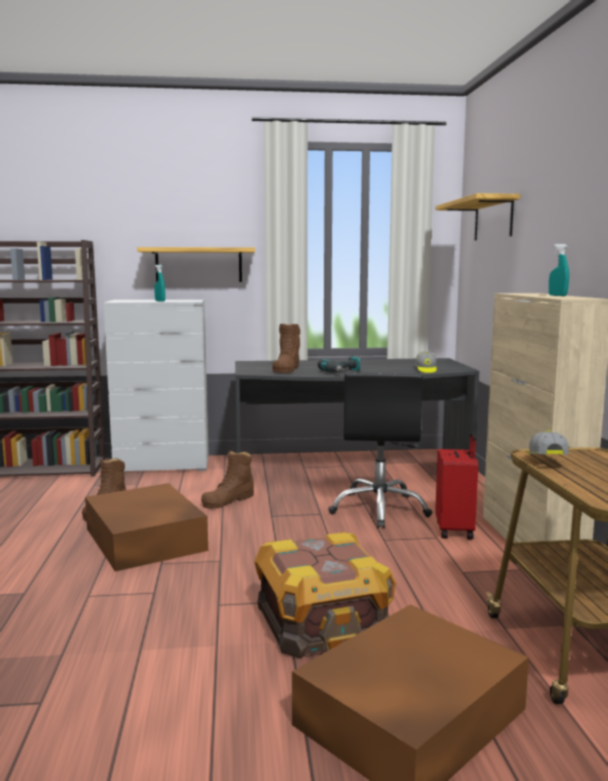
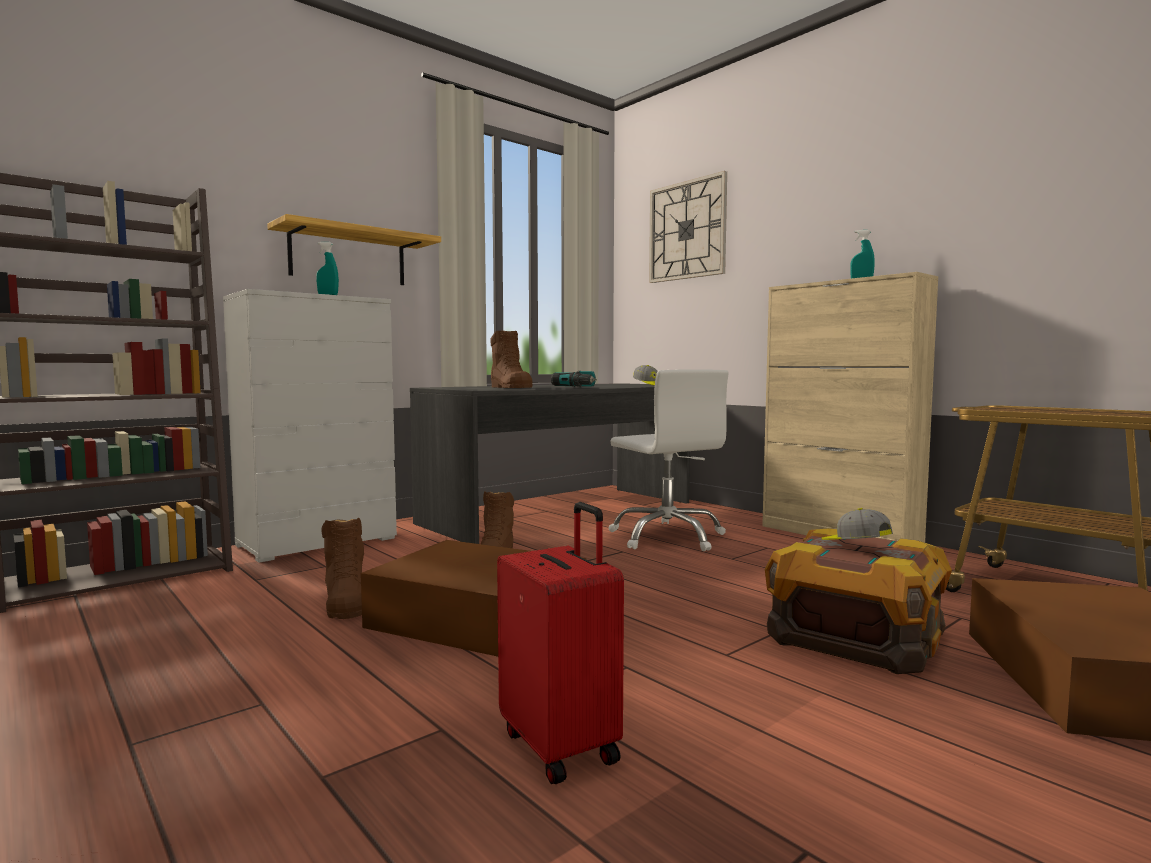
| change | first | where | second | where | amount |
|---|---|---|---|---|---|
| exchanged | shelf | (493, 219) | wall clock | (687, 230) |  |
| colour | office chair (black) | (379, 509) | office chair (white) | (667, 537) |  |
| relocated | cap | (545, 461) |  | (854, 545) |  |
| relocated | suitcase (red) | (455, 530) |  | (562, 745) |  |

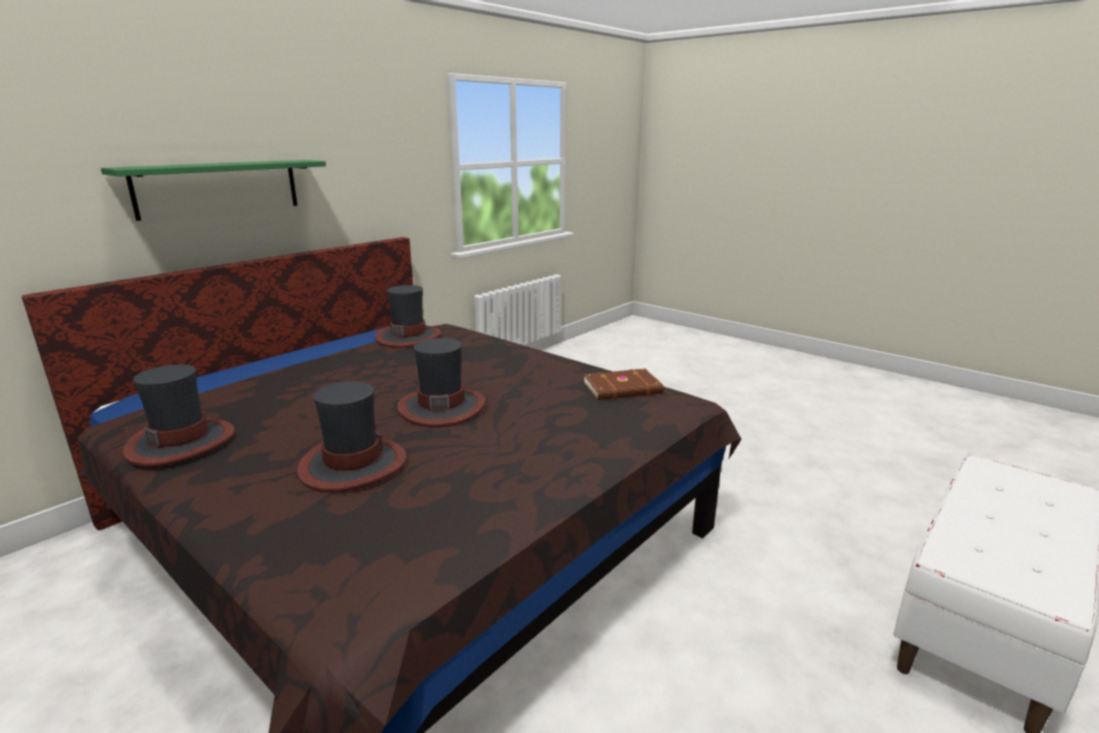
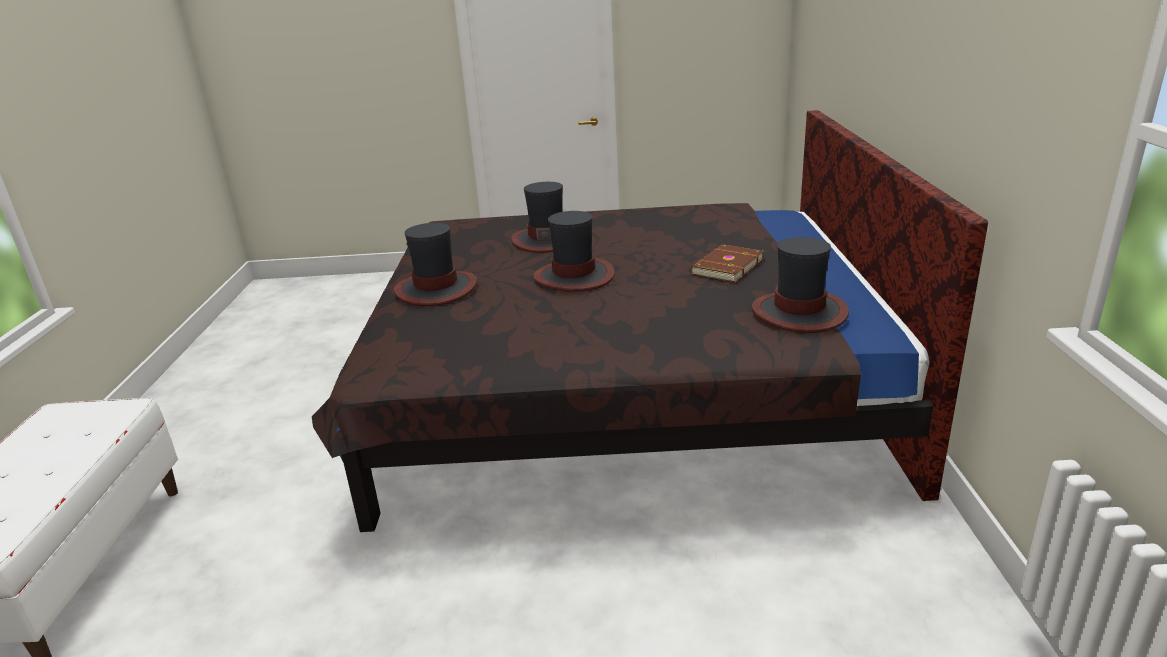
| change | first | where | second | where | amount |
|---|---|---|---|---|---|
| missing | shelf (green) | (219, 188) |  |  |  |
| relocated | hat | (182, 442) |  | (436, 289) |  |
| relocated | book (brown) | (623, 388) |  | (726, 266) |  |

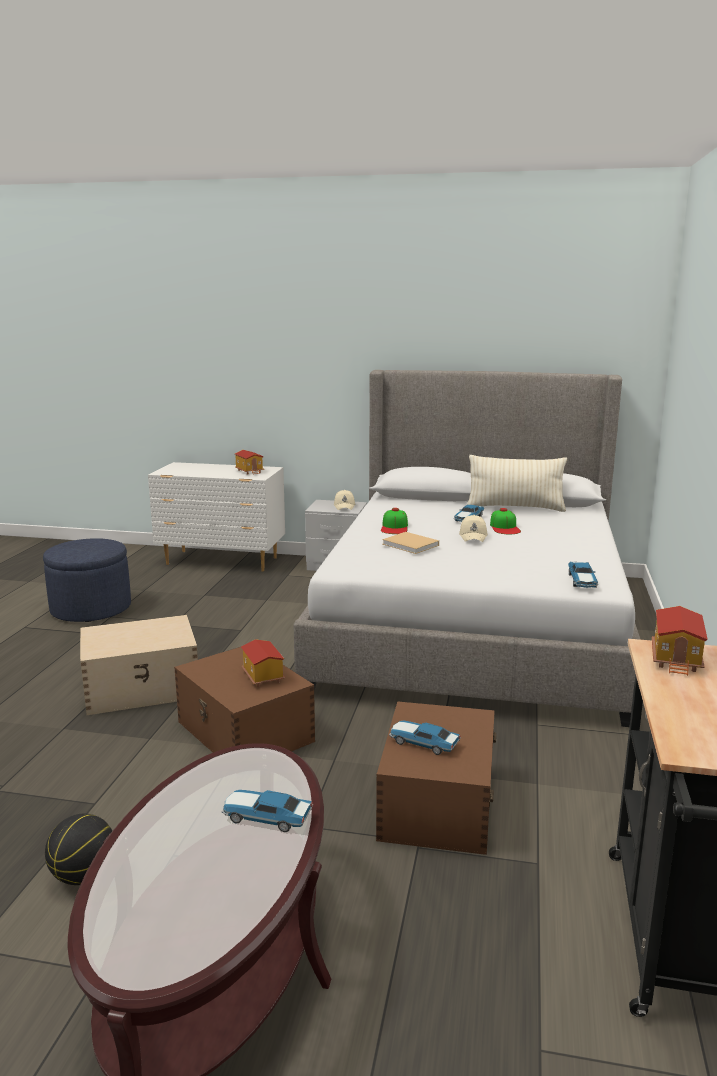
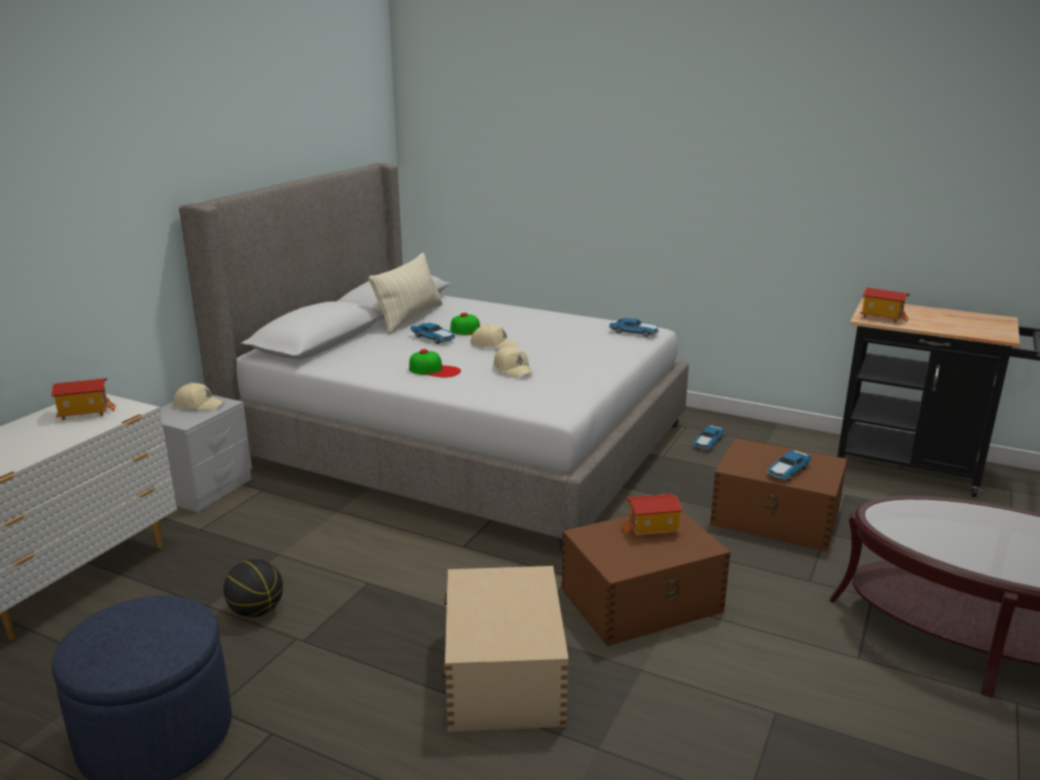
| change | first | where | second | where | amount |
|---|---|---|---|---|---|
| exchanged | book (beige) | (411, 545) | cap (beige) | (513, 369) |  |
| relocated | toy car | (265, 817) |  | (707, 443) |  |
| relocated | basketball | (84, 876) |  | (257, 611) |  |

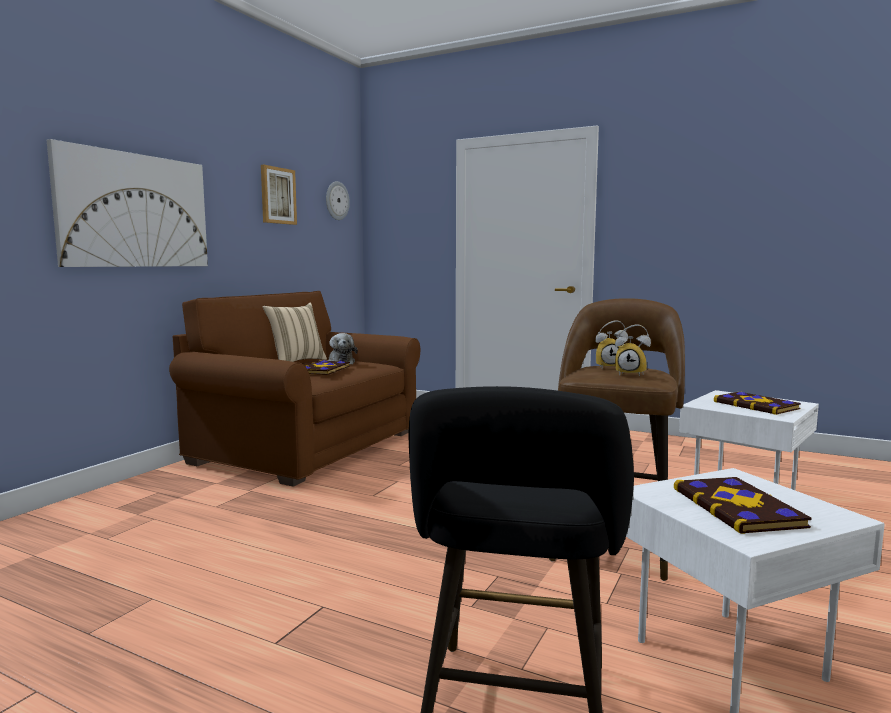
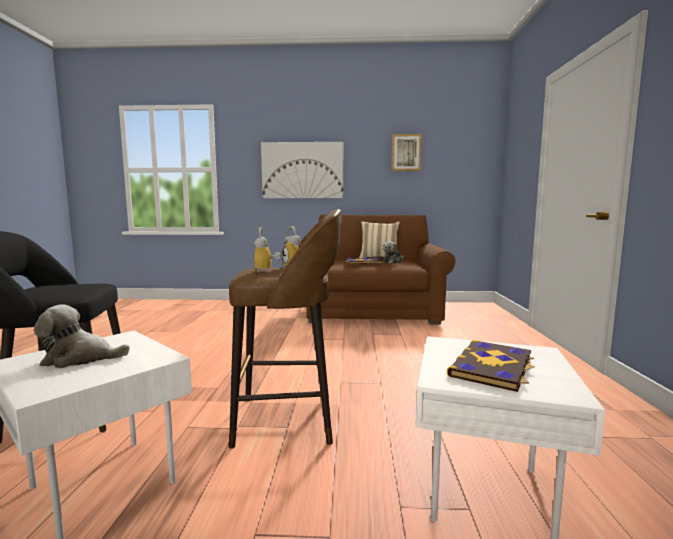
| change | first | where | second | where | amount |
|---|---|---|---|---|---|
| missing | wall clock | (336, 200) |  |  |  |
| exchanged | book | (739, 507) | plush toy | (80, 358) |  |

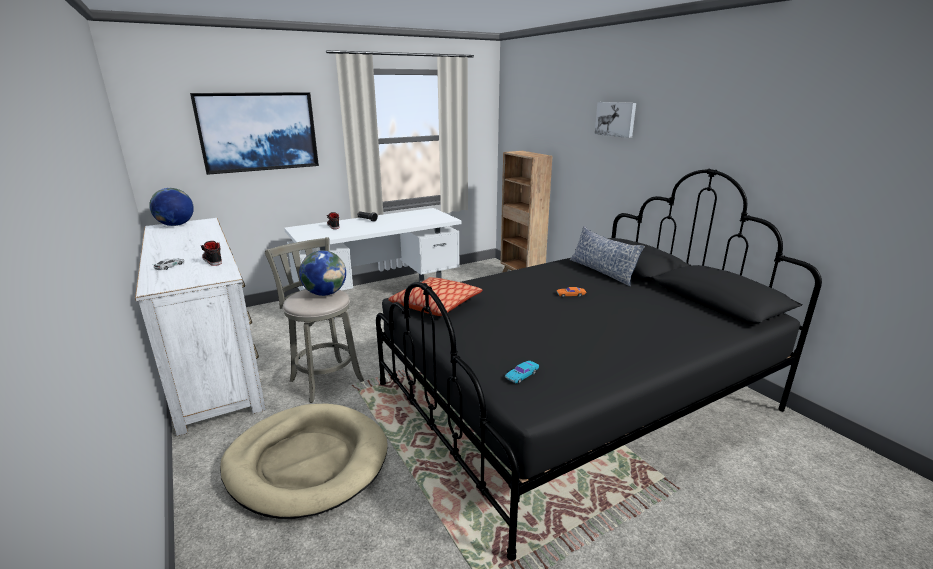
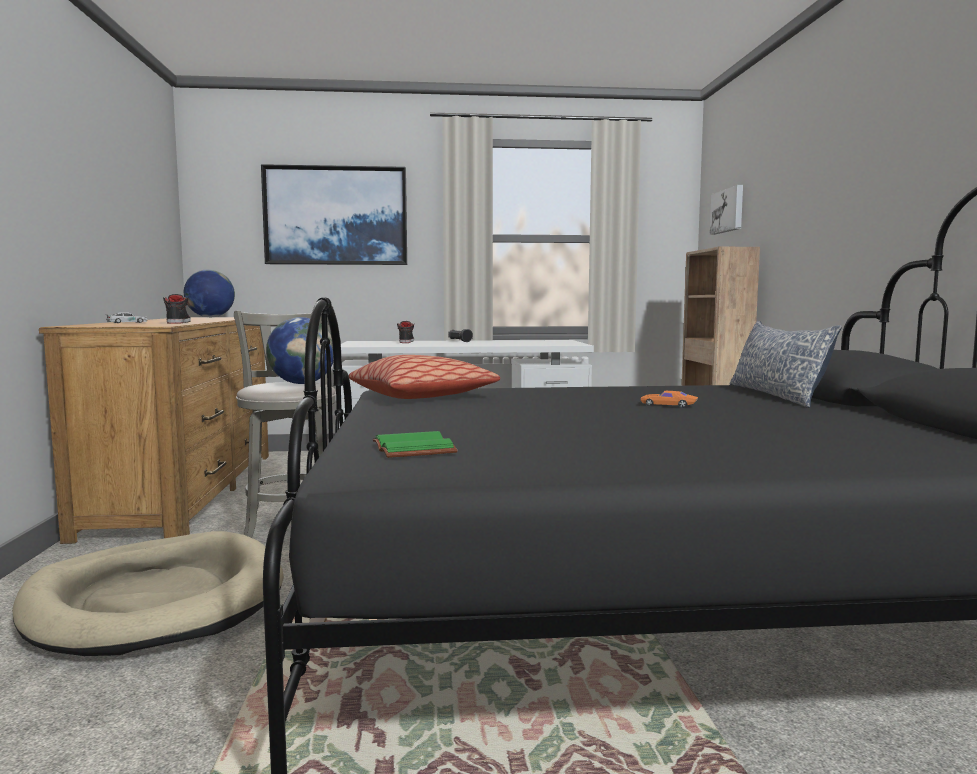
| change | first | where | second | where | amount |
|---|---|---|---|---|---|
| relocated | picture | (616, 119) |  | (728, 210) |  |
| colour | dresser (white) | (212, 363) | dresser (brown) | (187, 490) |  |
| exchanged | toy car (turquoise) | (522, 375) | book (green) | (416, 449) |  |

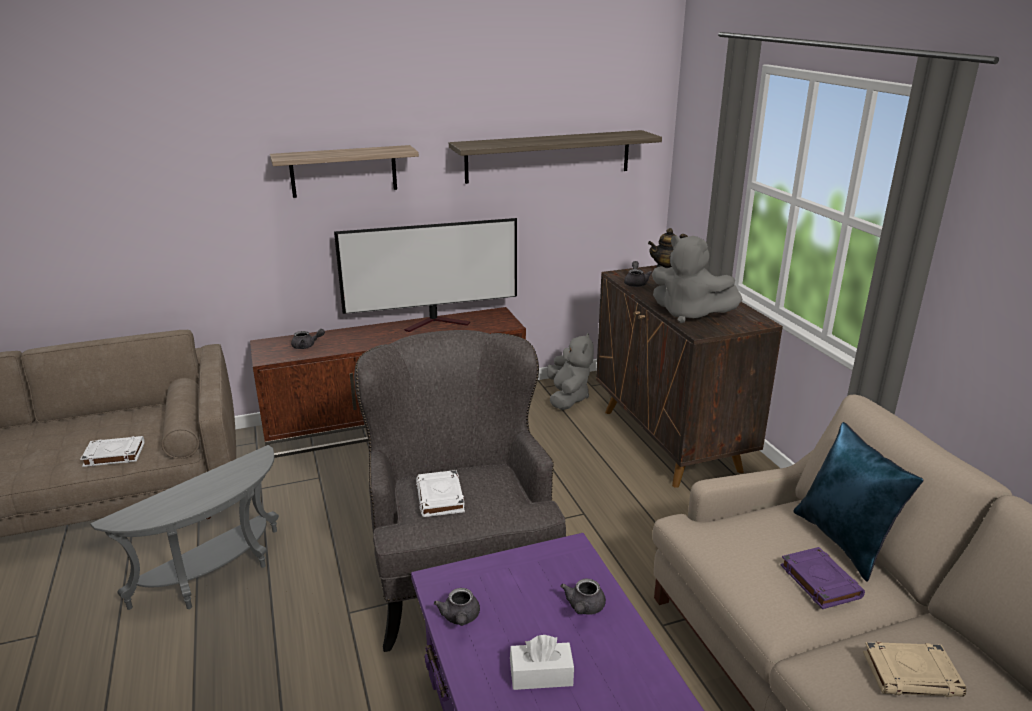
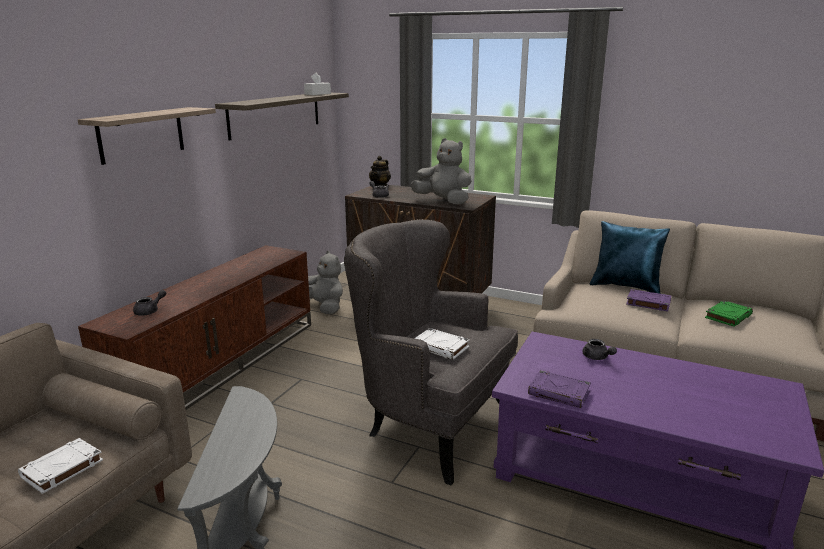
| change | first | where | second | where | amount |
|---|---|---|---|---|---|
| missing | television | (437, 323) |  |  |  |
| spun | plush toy (grey) | (689, 314) |  | (443, 201) | 135 degrees counterclockwise |
| exchanged | teapot (grey) | (460, 618) | book (purple) | (560, 393) |  |
| relocated | tissue box (white) | (541, 675) |  | (317, 94) |  |
| colour | book (beige) | (912, 674) | book (green) | (728, 316) |  |

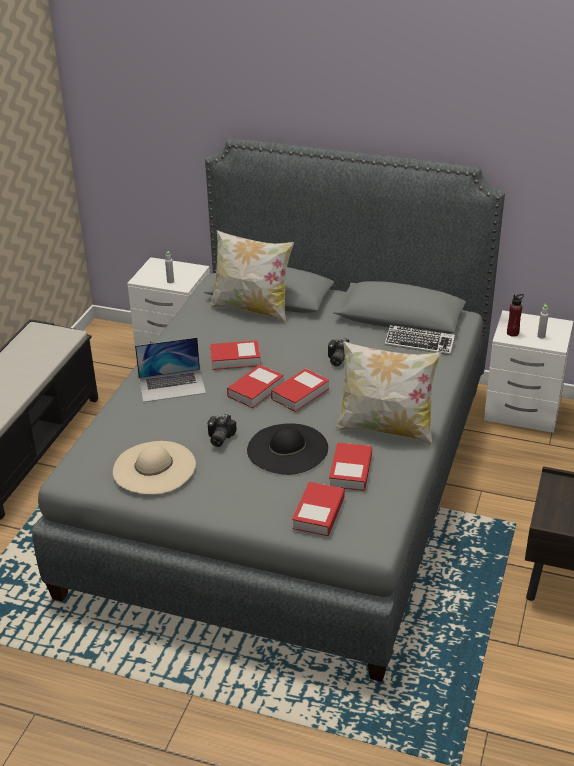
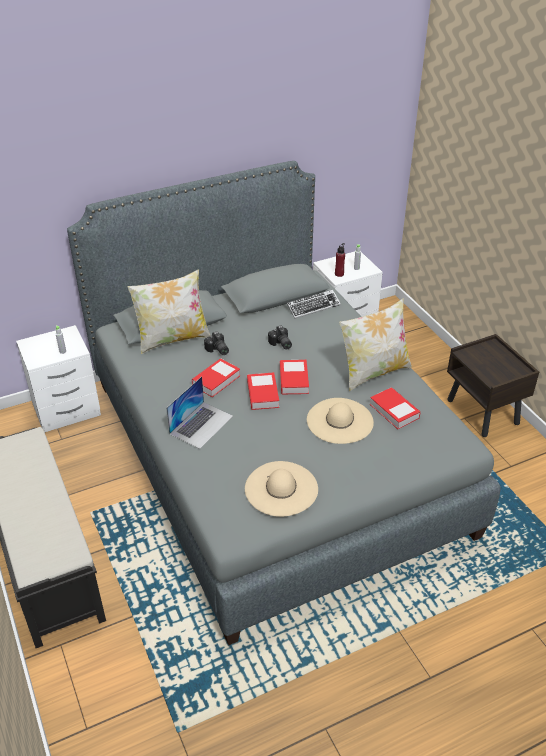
| change | first | where | second | where | amount |
|---|---|---|---|---|---|
| relocated | photo camera | (218, 438) |  | (217, 350) |  |
| colour | hat (black) | (287, 449) | hat (beige) | (340, 421) |  |
| missing | book | (318, 513) |  |  |  |

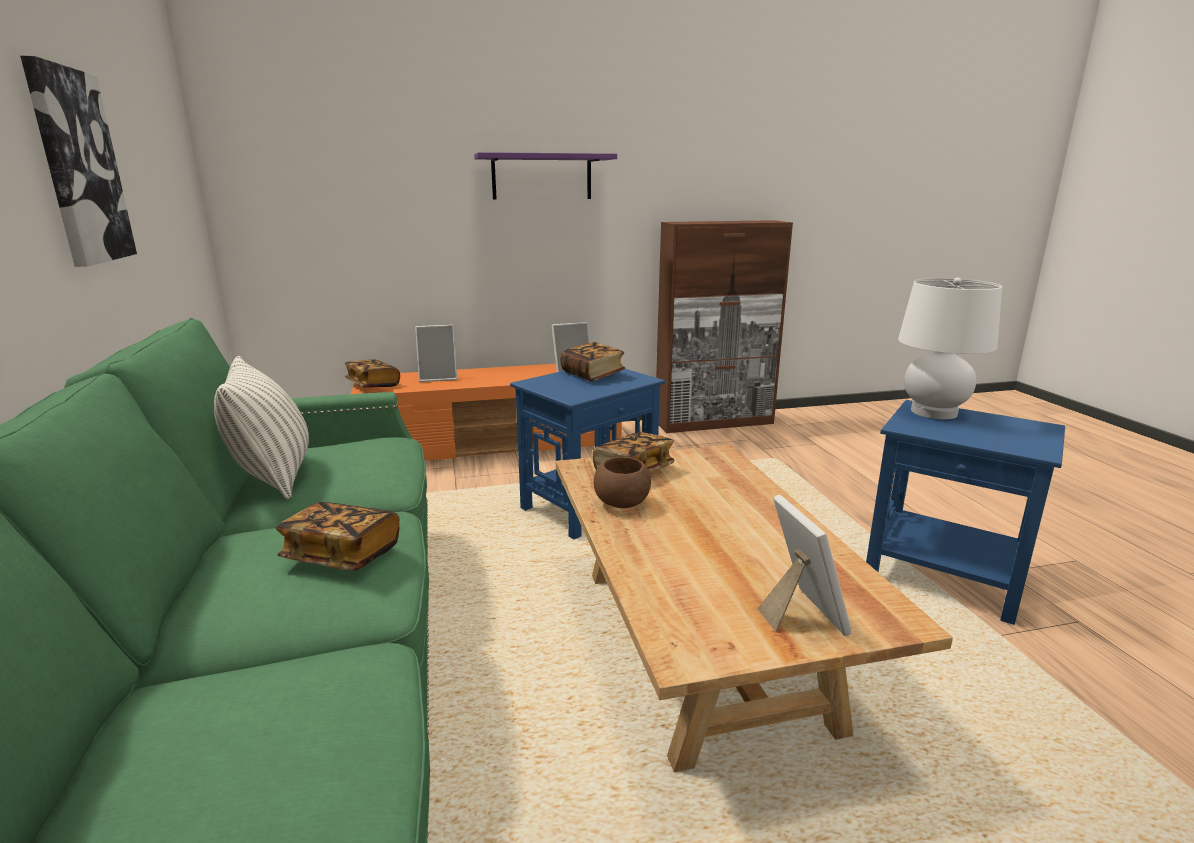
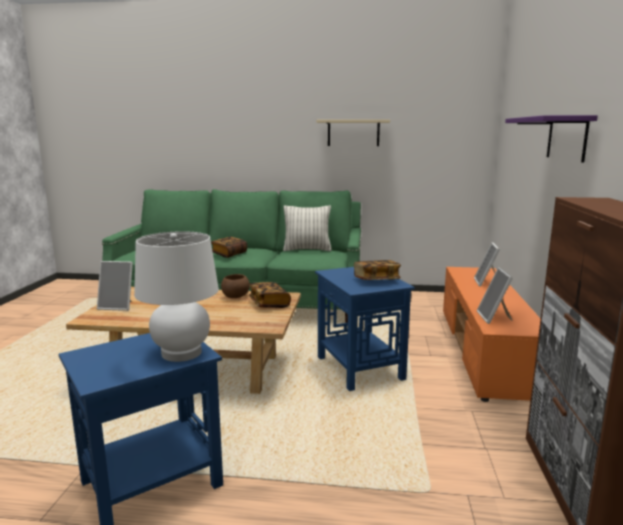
| change | first | where | second | where | amount |
|---|---|---|---|---|---|
| exchanged | picture | (79, 167) | shelf (beige) | (353, 133) |  |
| missing | book | (373, 384) |  |  |  |

